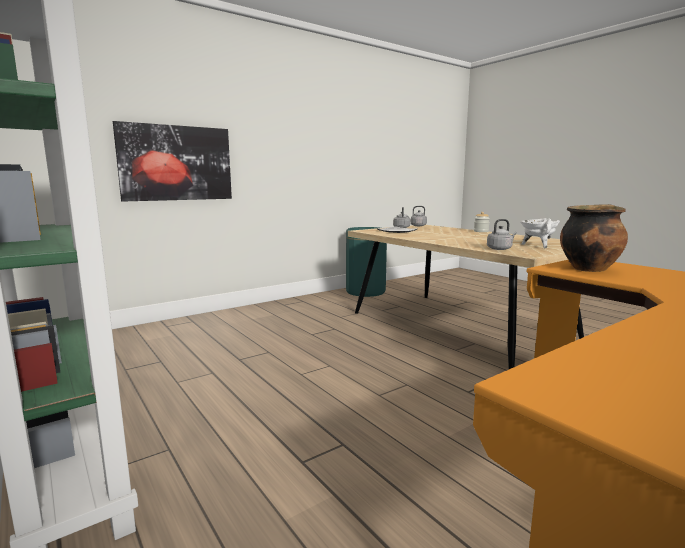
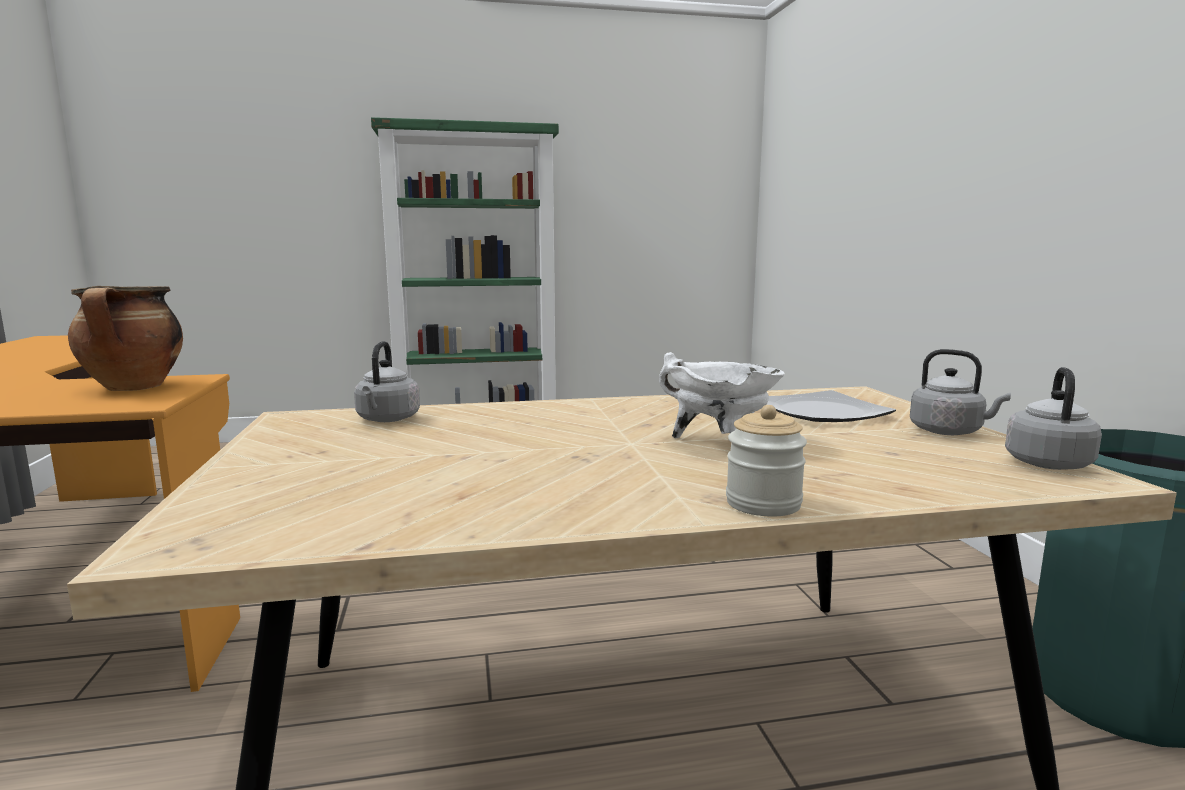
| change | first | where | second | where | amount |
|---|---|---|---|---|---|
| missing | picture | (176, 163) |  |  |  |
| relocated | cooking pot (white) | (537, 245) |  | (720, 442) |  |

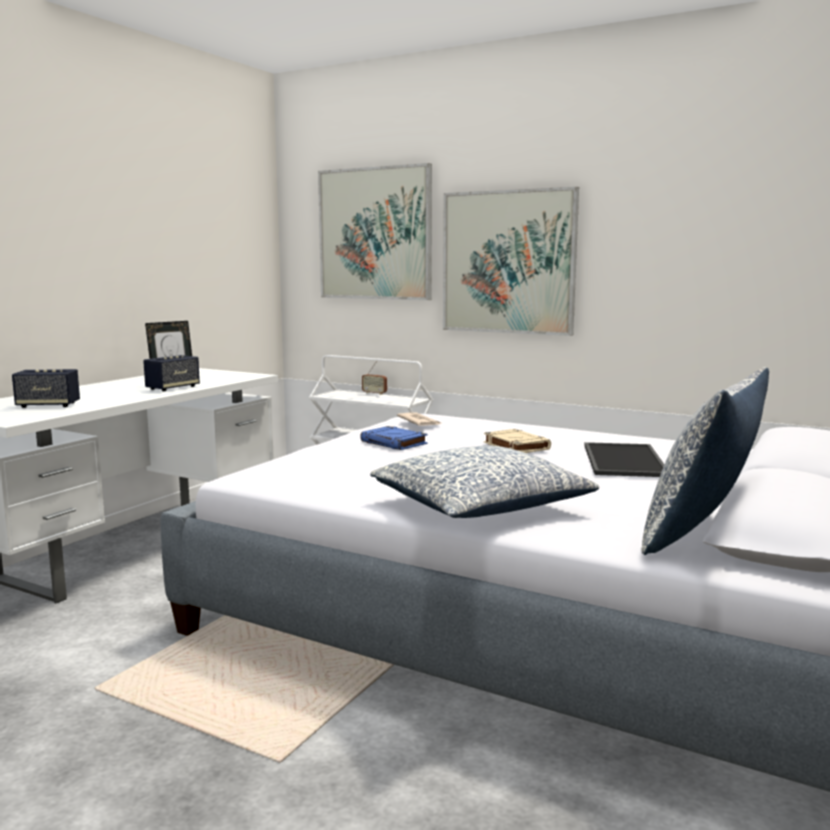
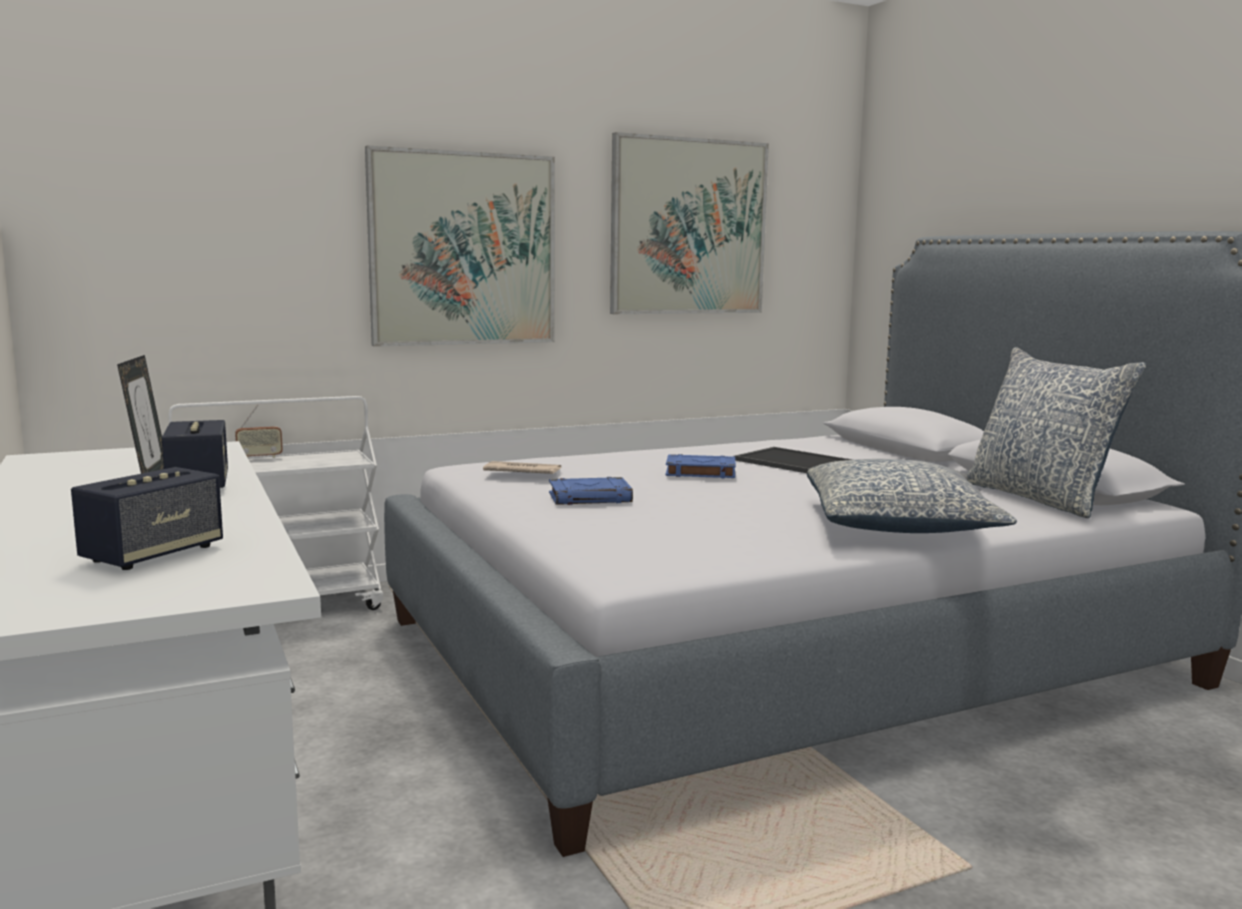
| change | first | where | second | where | amount |
|---|---|---|---|---|---|
| relocated | picture | (375, 234) |  | (688, 227) |  |
| colour | book (beige) | (515, 446) | book (blue) | (699, 472) |  |

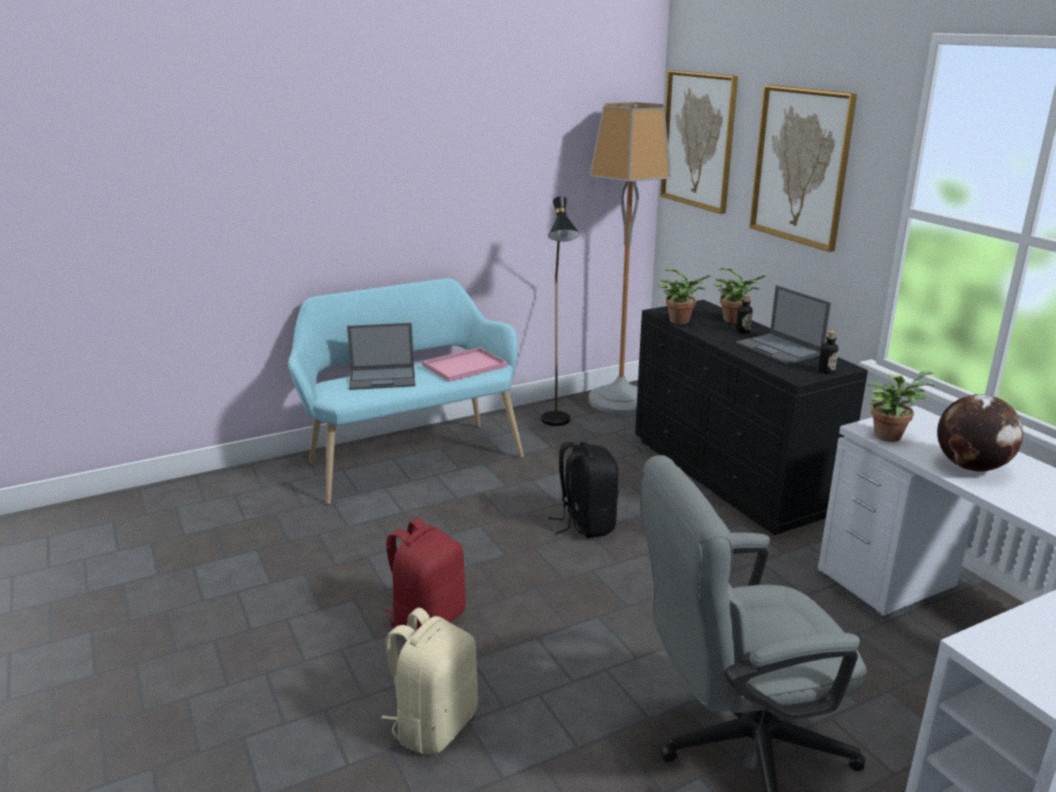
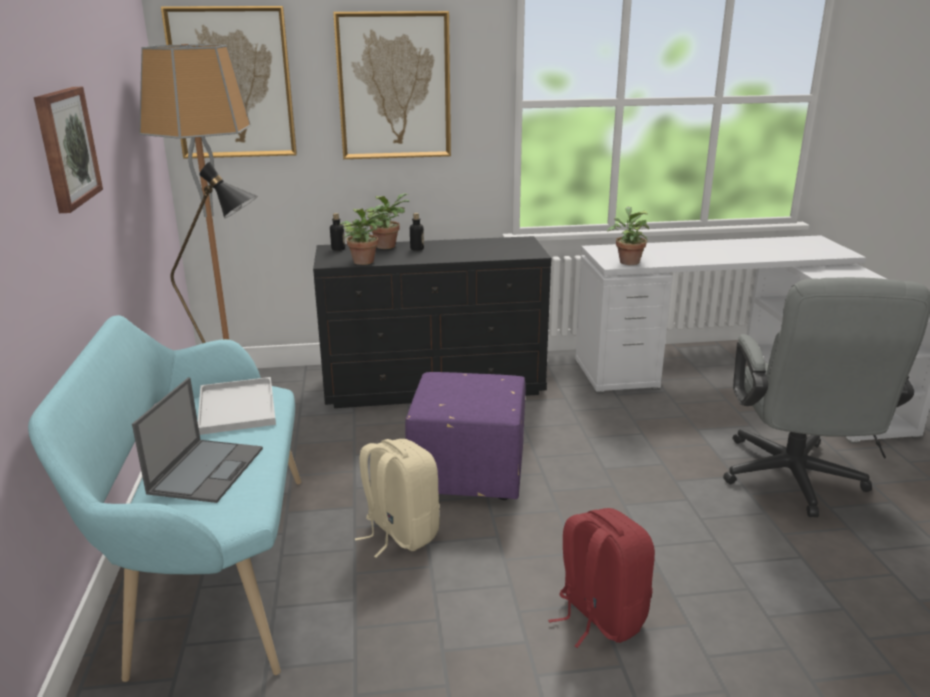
| change | first | where | second | where | amount |
|---|---|---|---|---|---|
| missing | laptop | (780, 349) |  |  |  |
| relocated | bottle | (826, 371) |  | (338, 249) |  |
| colour | tray (pink) | (464, 366) | tray (white) | (238, 408) |  |
| missing | globe | (971, 467) |  |  |  |
| exchanged | backpack (black) | (586, 524) | ottoman (purple) | (467, 475) |  |
| relocated | backpack (beige) | (434, 724) |  | (399, 533) |  |
| appeared |  |  | picture | (65, 147) |  |

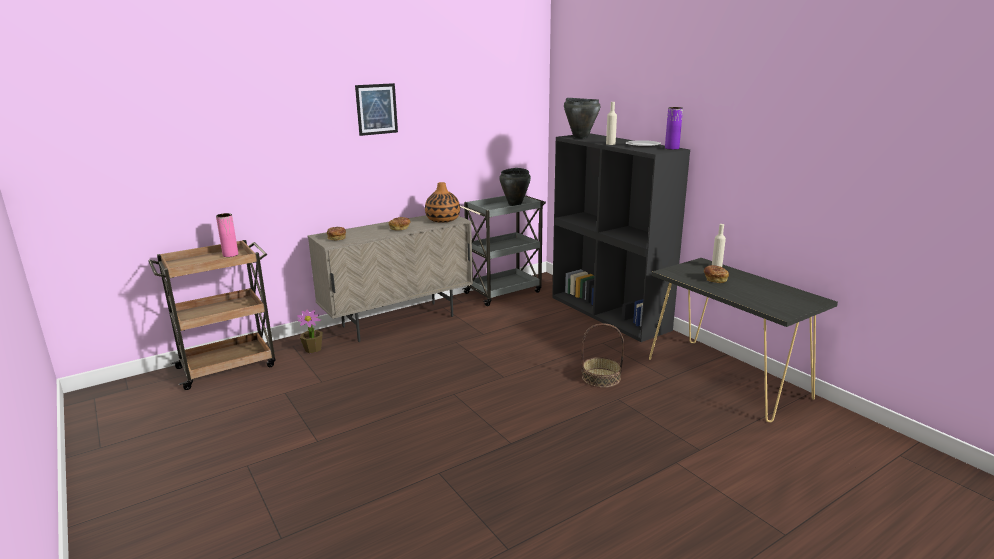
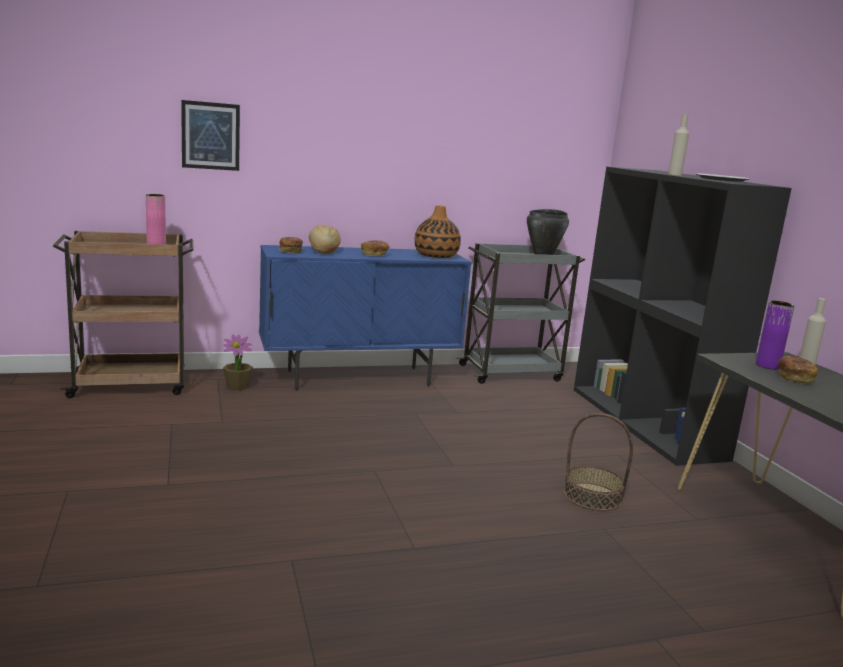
| change | first | where | second | where | amount |
|---|---|---|---|---|---|
| relocated | picture | (376, 109) |  | (210, 136) |  |
| missing | cooking pot (black) | (580, 137) |  |  |  |
| relocated | vase (purple) | (672, 148) |  | (767, 366) |  |
| colour | cabinet (beige) | (399, 321) | cabinet (blue) | (359, 378) |  |
| appeared |  |  | bread | (322, 251) |  |

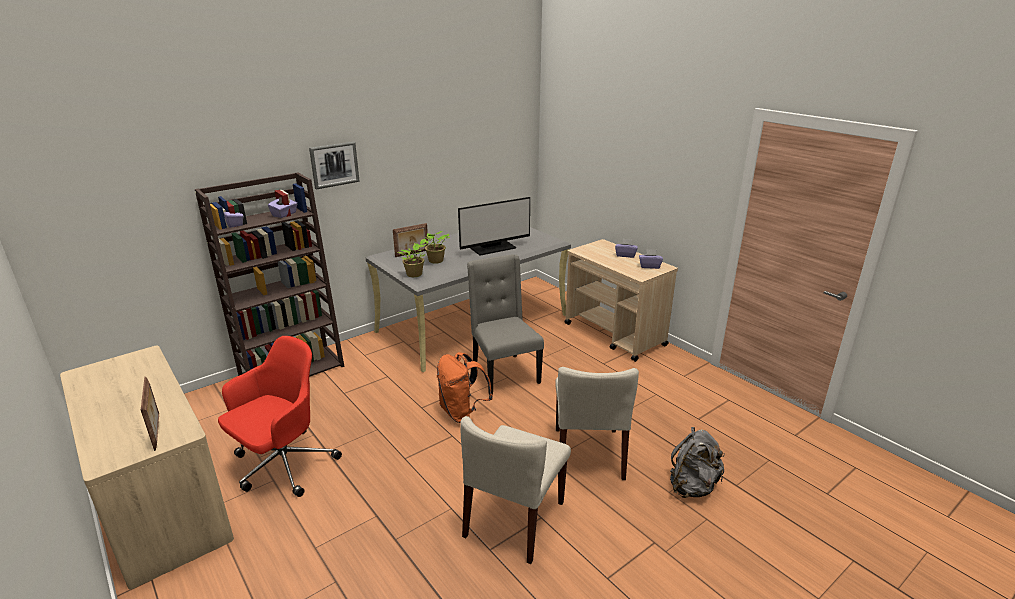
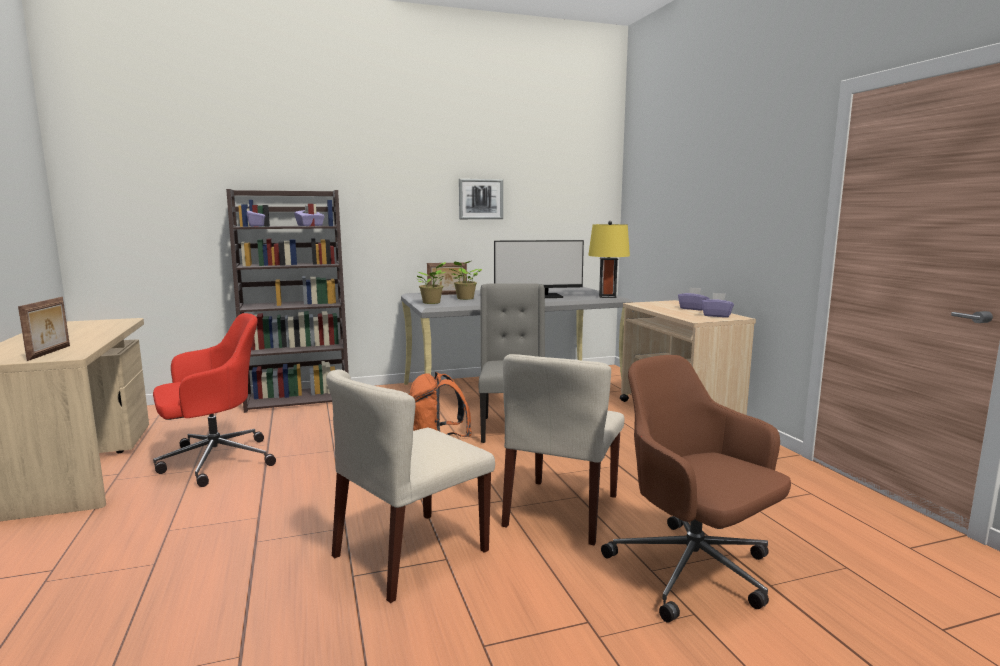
| change | first | where | second | where | amount |
|---|---|---|---|---|---|
| relocated | picture | (334, 164) |  | (480, 199) |  |
| exchanged | backpack (grey) | (692, 486) | office chair (brown) | (694, 572) |  |
| appeared |  |  | table lamp (yellow) | (607, 296) |  |

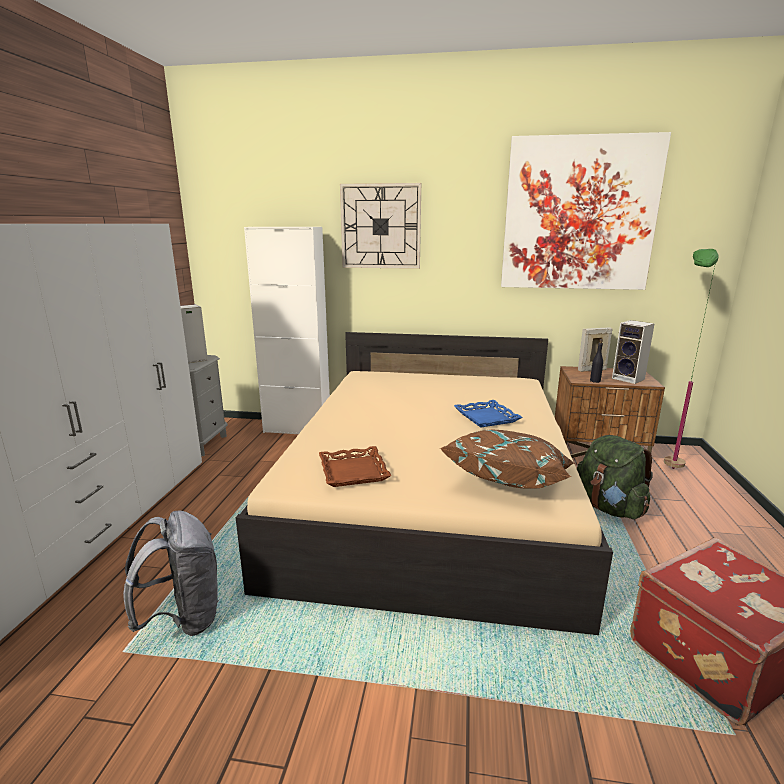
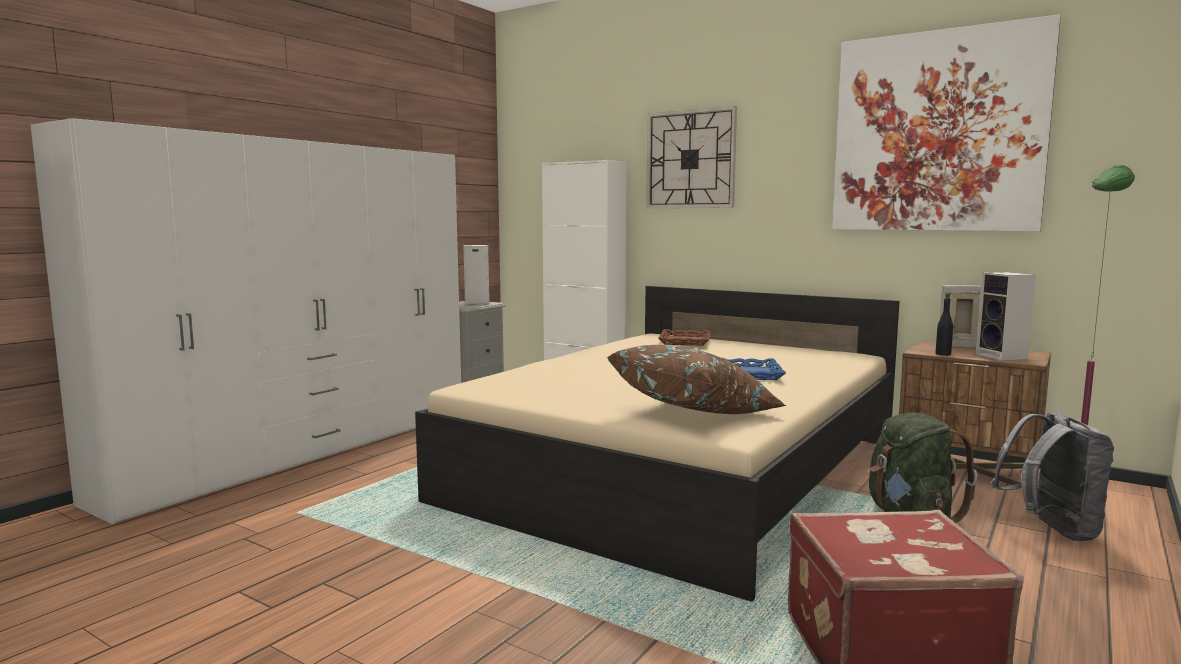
| change | first | where | second | where | amount |
|---|---|---|---|---|---|
| relocated | tray (brown) | (352, 471) |  | (684, 341) |  |
| relocated | backpack (grey) | (183, 618) |  | (1051, 530) |  |

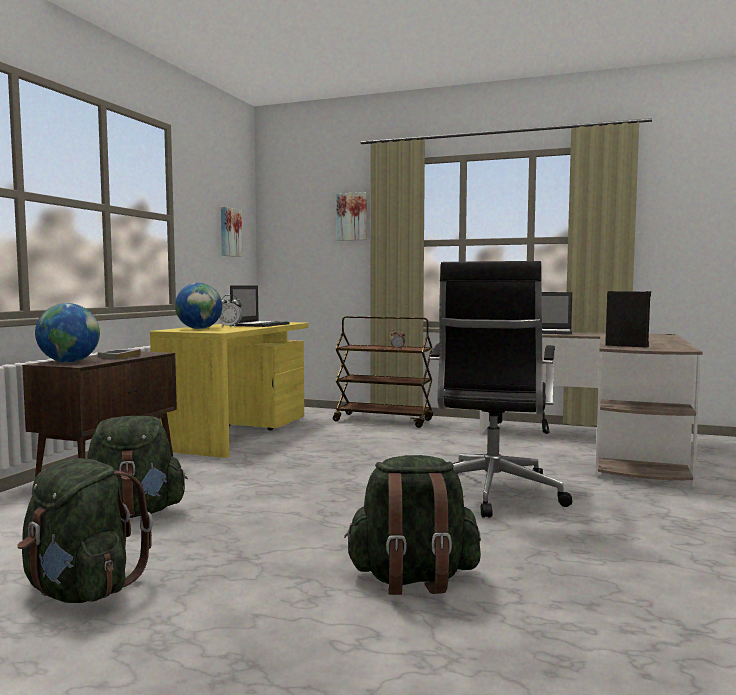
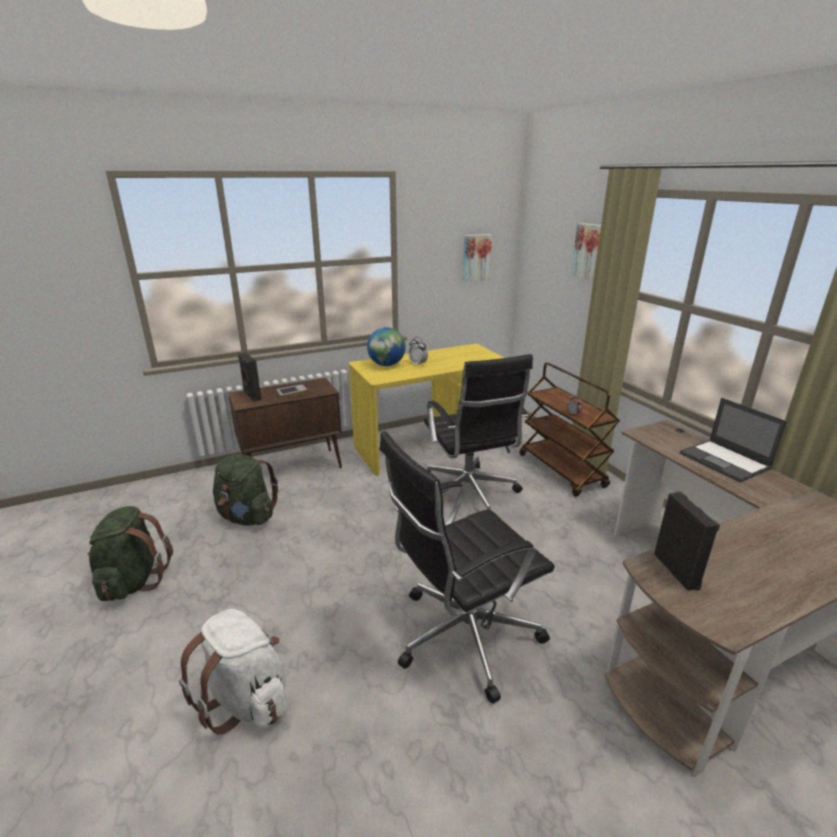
| change | first | where | second | where | amount |
|---|---|---|---|---|---|
| missing | laptop | (260, 325) |  |  |  |
| exchanged | globe | (69, 362) | speaker (black) | (251, 396) |  |
| colour | backpack (green) | (413, 579) | backpack (white) | (246, 699) |  |
| appeared |  |  | office chair (black) | (469, 495) |  |

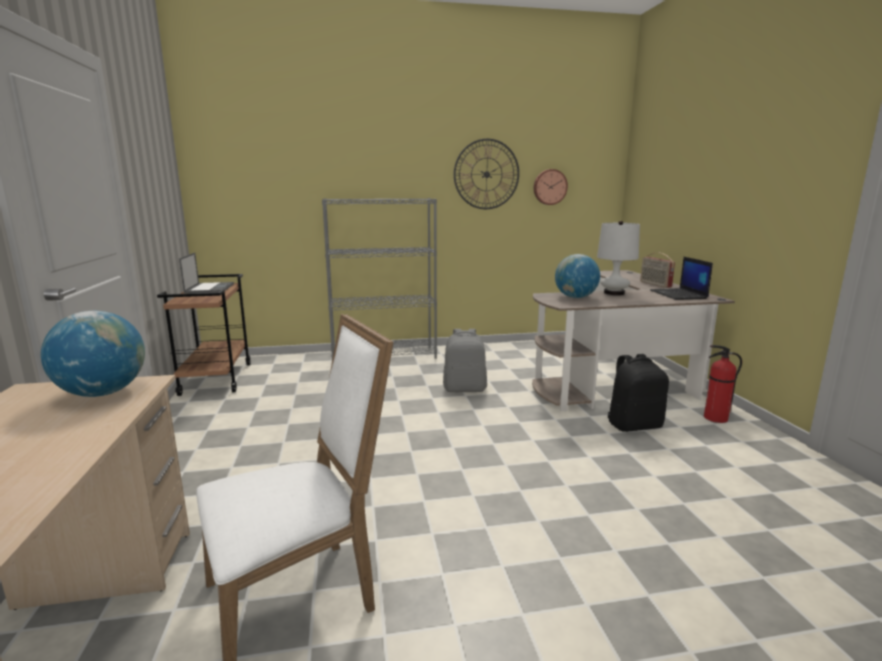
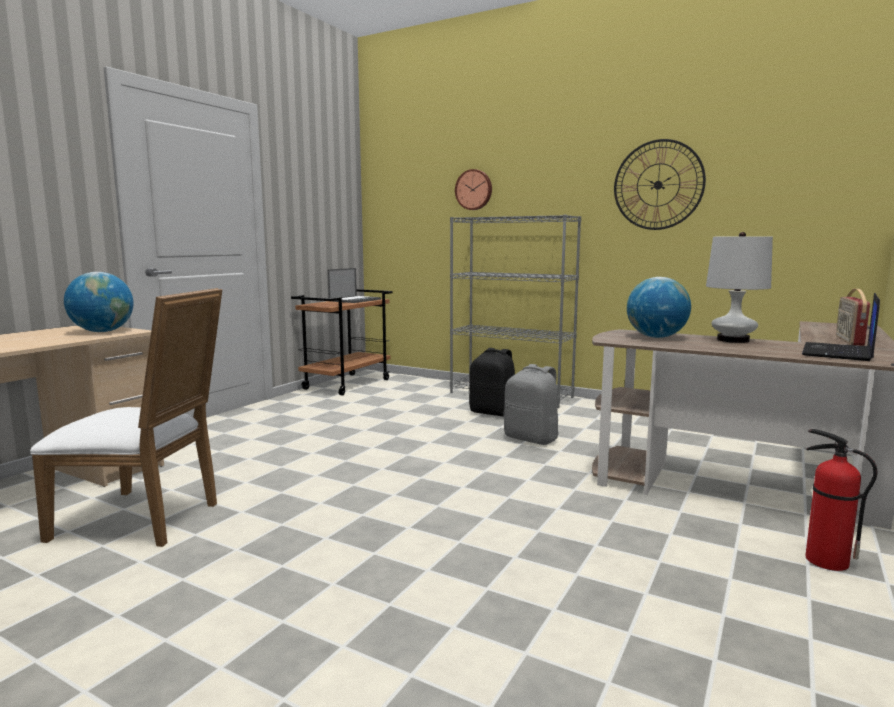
| change | first | where | second | where | amount |
|---|---|---|---|---|---|
| relocated | wall clock | (549, 187) |  | (474, 190) |  |
| relocated | backpack (black) | (634, 425) |  | (493, 412) |  |

